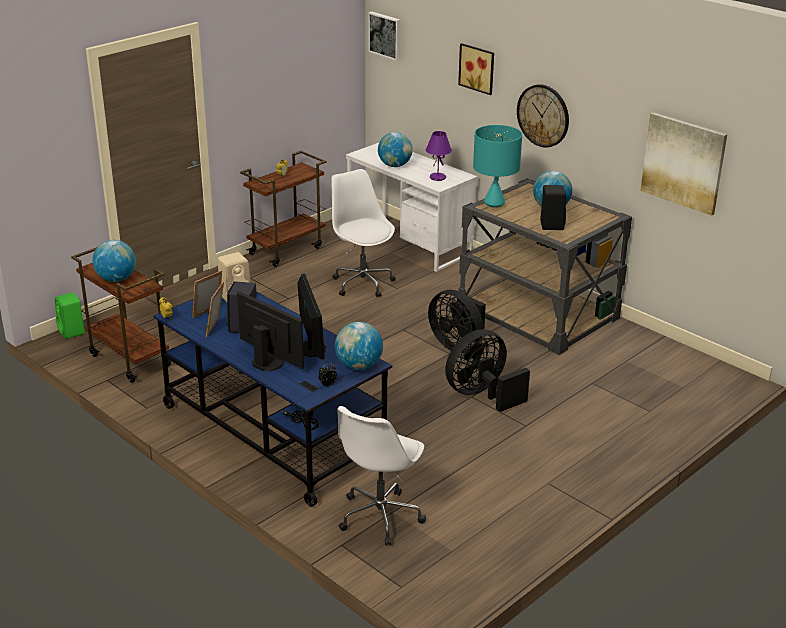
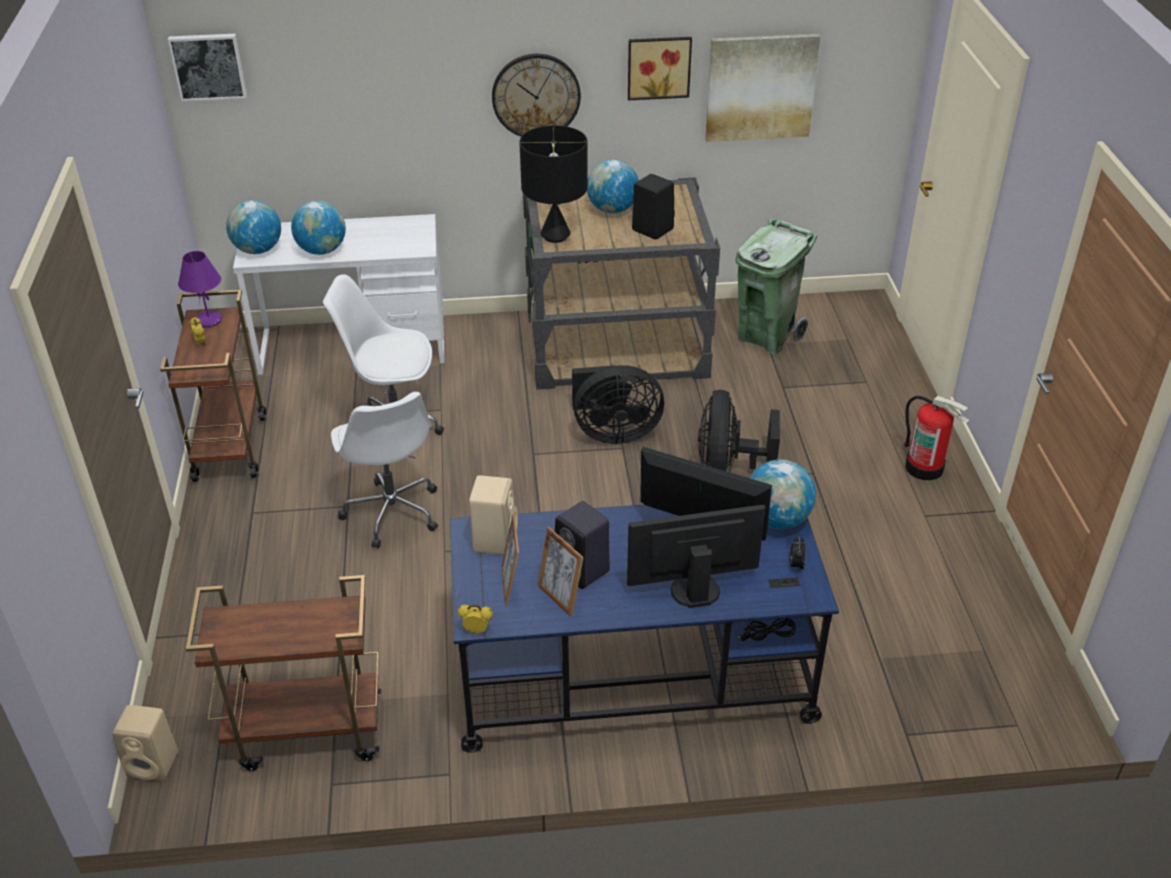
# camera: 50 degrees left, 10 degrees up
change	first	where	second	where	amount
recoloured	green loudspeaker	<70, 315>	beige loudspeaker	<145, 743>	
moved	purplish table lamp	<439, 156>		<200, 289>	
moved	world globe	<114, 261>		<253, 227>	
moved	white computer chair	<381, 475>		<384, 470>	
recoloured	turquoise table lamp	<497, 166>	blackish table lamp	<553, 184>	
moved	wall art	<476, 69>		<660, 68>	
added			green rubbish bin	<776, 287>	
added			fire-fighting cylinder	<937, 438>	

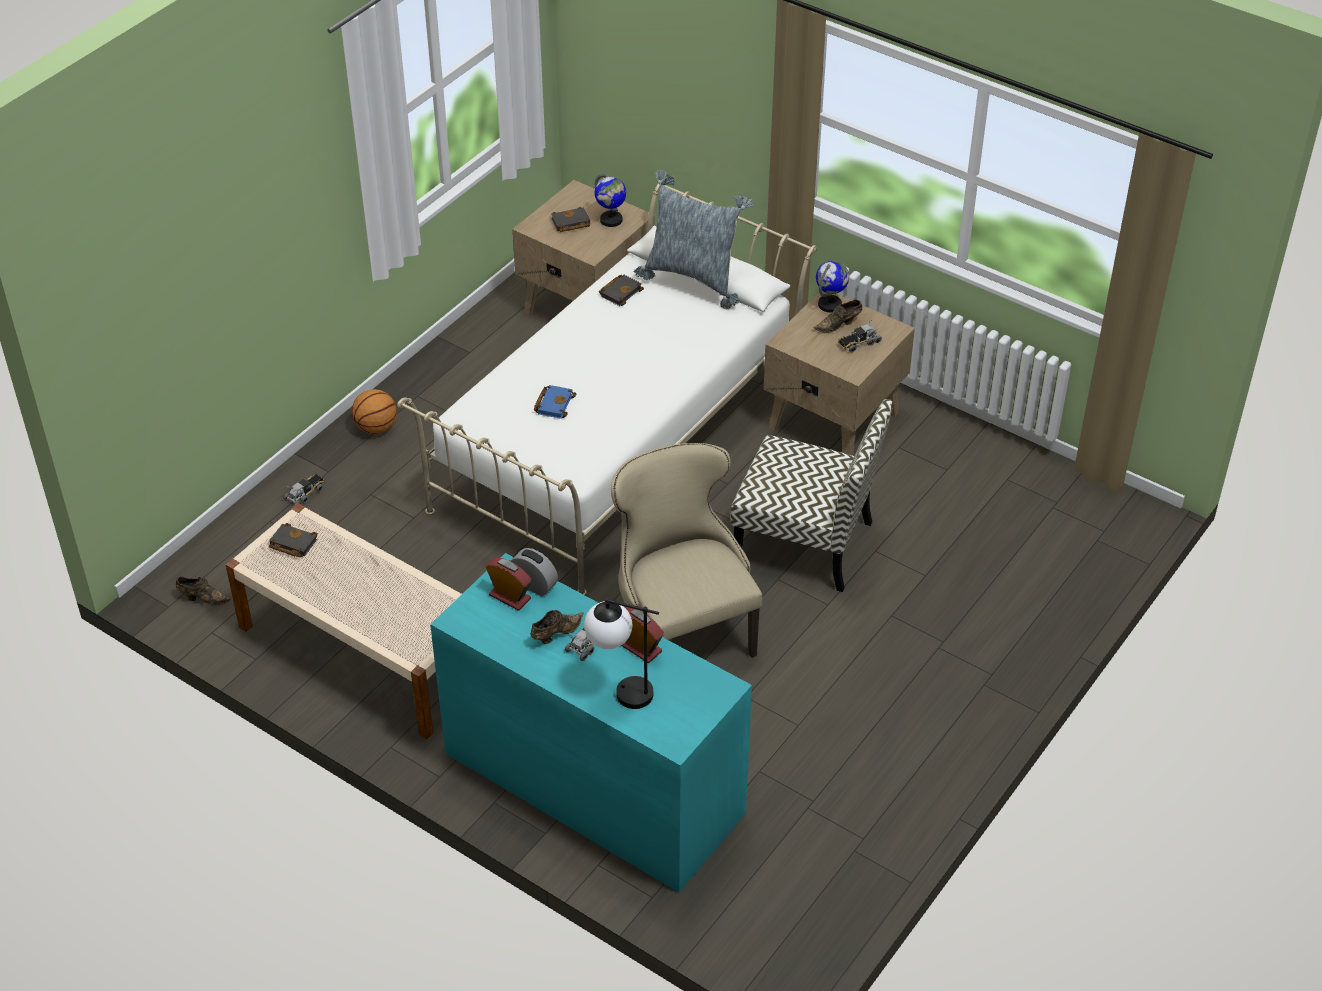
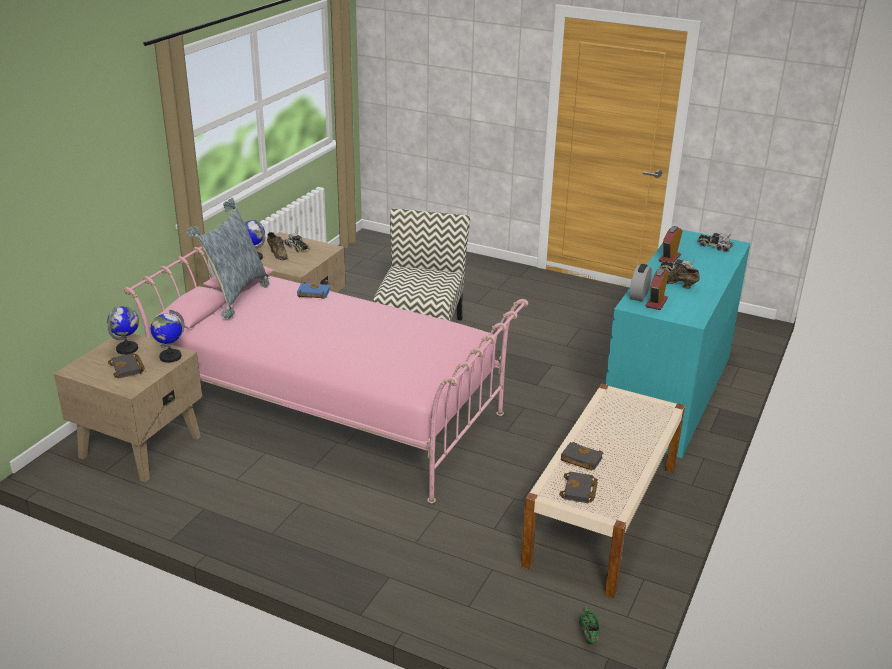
# camera: 100 degrees left, 15 degrees down
change	first	where	second	where	amount
recoloured	white bedroom bed	<607, 389>	pinkish bedroom bed	<326, 375>	
added			world globe	<167, 336>	
moved	bluish book	<555, 402>		<313, 290>	
moved	blackish book	<621, 290>		<582, 456>	
recoloured	brown low shoe	<203, 591>	green low shoe	<589, 625>	
moved	toy truck	<304, 489>		<715, 242>	
removed	ball for basketball	<374, 411>			
removed	table lamp	<621, 654>			
removed	beige chair	<686, 550>			

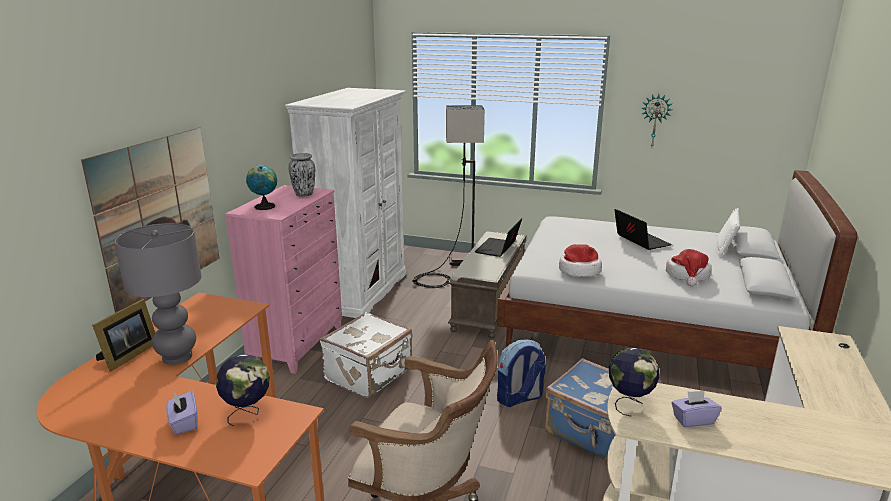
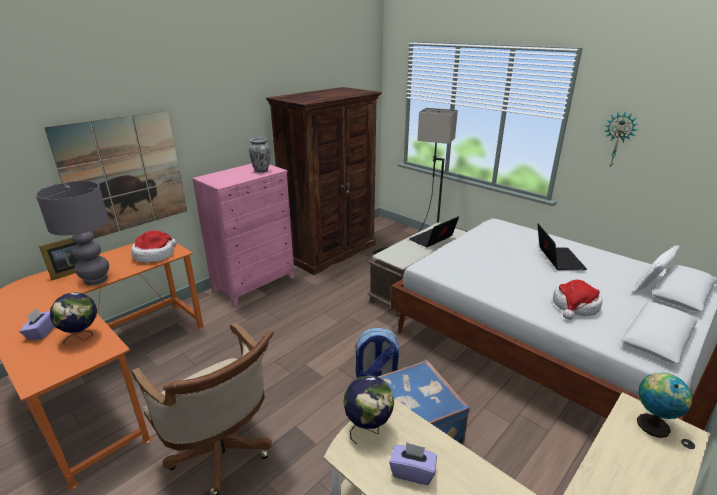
# camera: 25 degrees right, 5 degrees up
change	first	where	second	where	amount
moved	clothing hat	<580, 260>		<154, 247>	
recoloured	white wardrobe	<346, 203>	brown wardrobe	<324, 181>	
moved	world globe	<261, 187>		<664, 405>	
removed	white piece of luggage	<366, 355>			

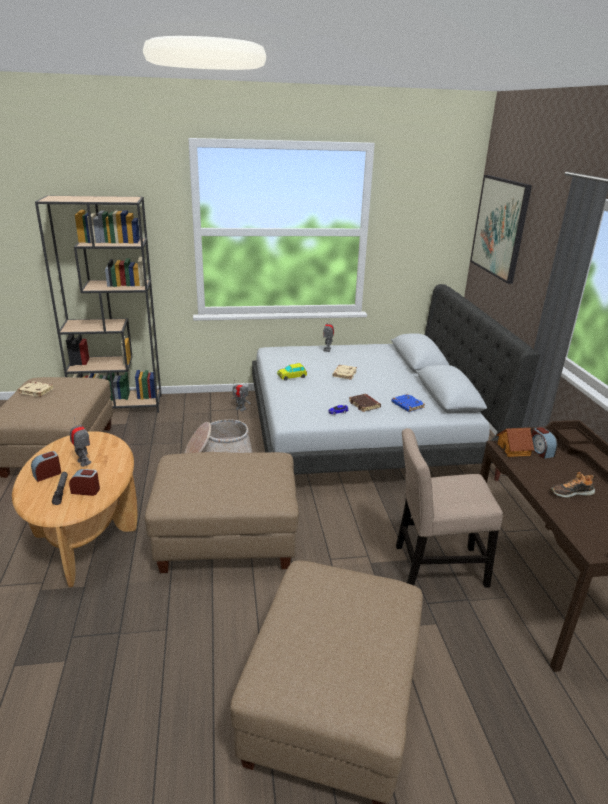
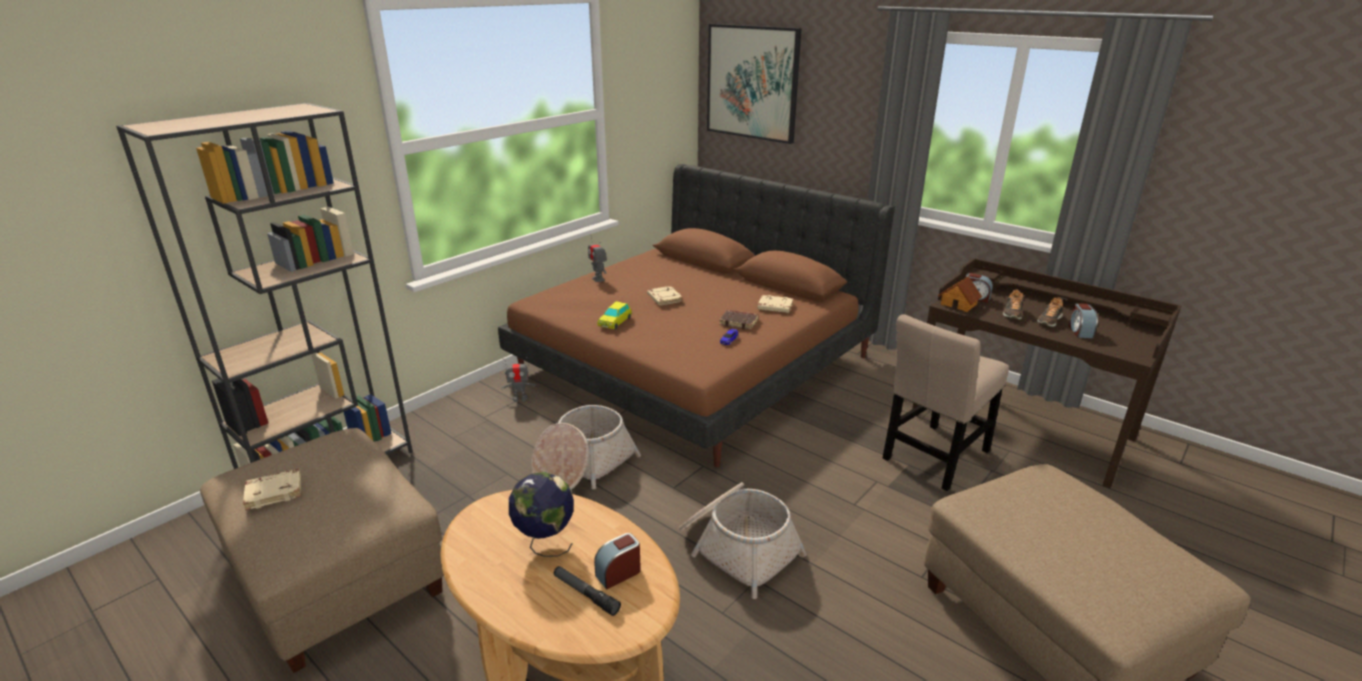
# camera: 40 degrees left, 0 degrees up
change	first	where	second	where	amount
recoloured	gray bedroom bed	<396, 382>	brown bedroom bed	<696, 315>	
replaced	toy robot	<80, 442>	world globe	<541, 514>	
replaced	beige pouffe	<222, 512>	basket	<743, 540>	
recoloured	bluish book	<408, 403>	beige book	<775, 304>	
added			low shoe	<1013, 305>	
moved	alarm clock	<46, 466>		<1083, 320>	

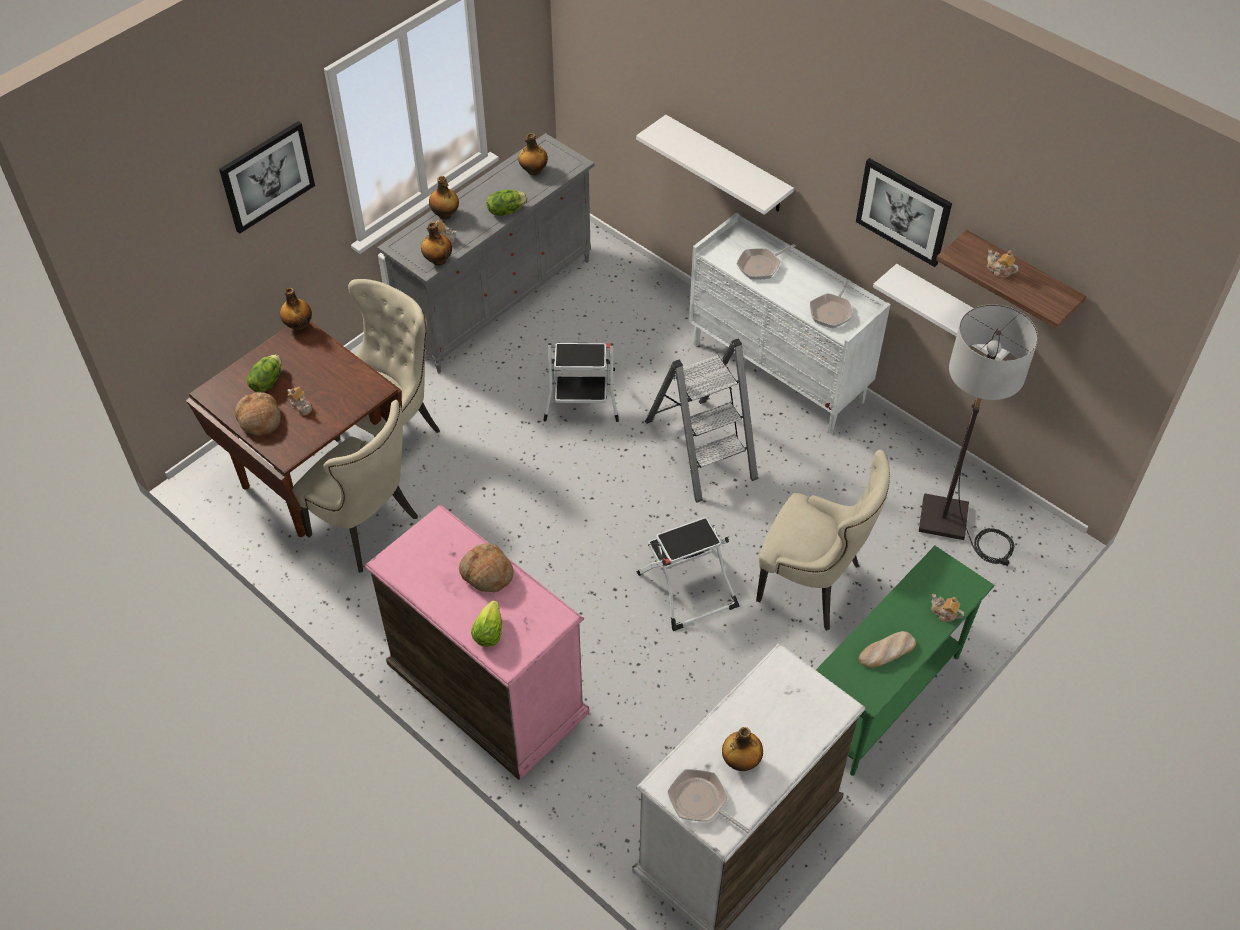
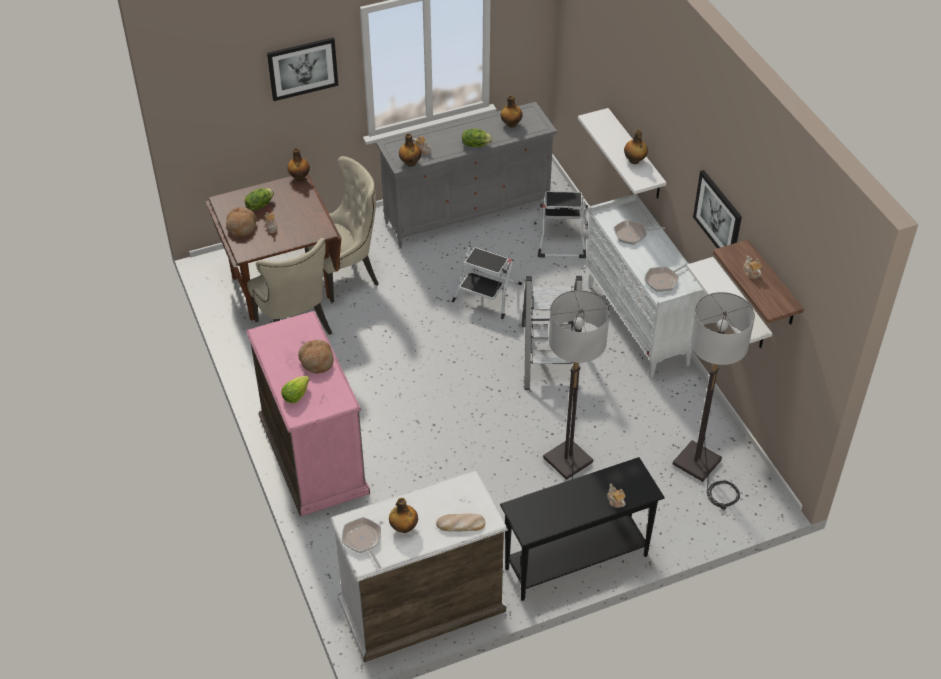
# camera: 25 degrees right, 5 degrees down
change	first	where	second	where	amount
moved	bread	<887, 649>		<460, 522>	
recoloured	green console table	<905, 661>	blackish console table	<582, 529>	
moved	step ladder	<687, 574>		<561, 224>	
replaced	beige chair	<823, 540>	standard lamp	<576, 385>	
moved	drink bottle	<444, 197>		<636, 147>	

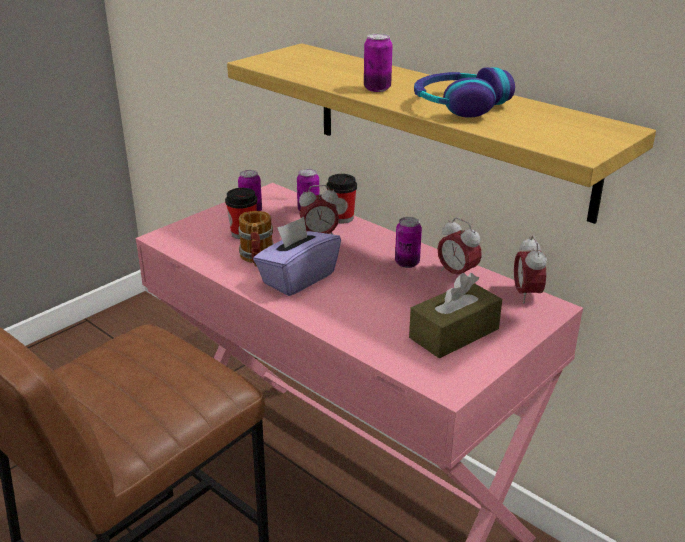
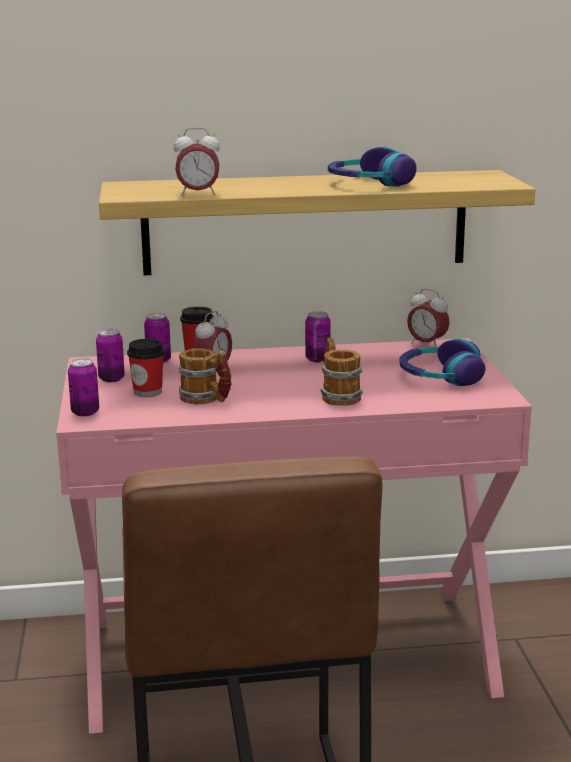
# camera: 50 degrees left, 10 degrees down
change	first	where	second	where	amount
moved	metal can	<378, 62>		<83, 387>	
moved	alarm clock	<459, 246>		<197, 162>	
added			tea mug	<341, 372>	
replaced	brown tissue box	<455, 315>	headset	<442, 362>	
removed	purplish tissue box	<297, 256>			

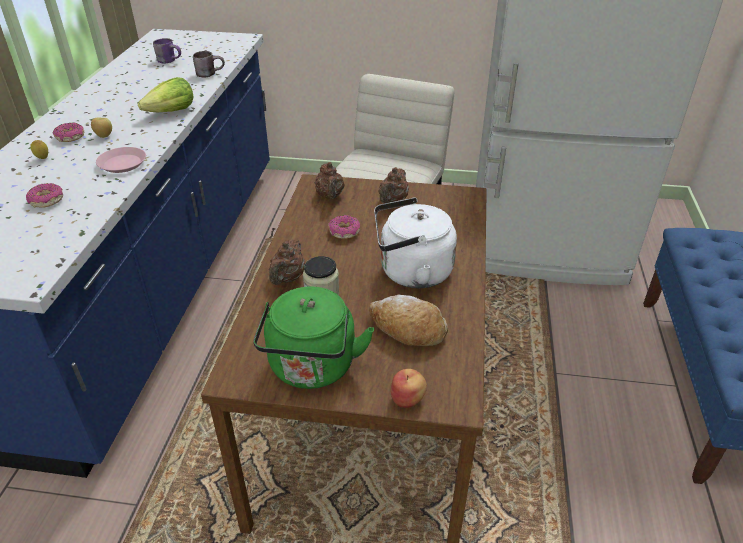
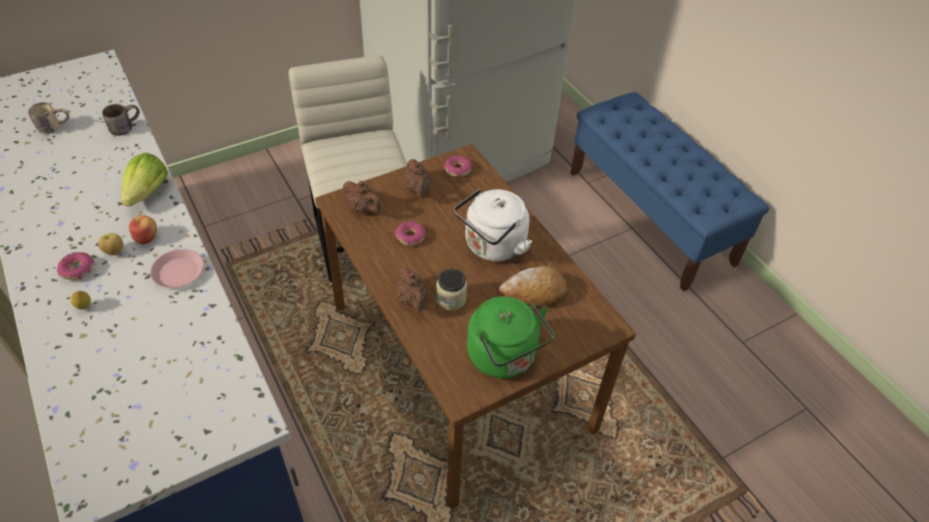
# camera: 40 degrees left, 10 degrees up
change	first	where	second	where	amount
recoloured	purplish tea mug	<167, 51>	beige tea mug	<49, 118>	
moved	apple fruit	<409, 388>		<143, 229>	
moved	doughnut	<44, 195>		<457, 166>	

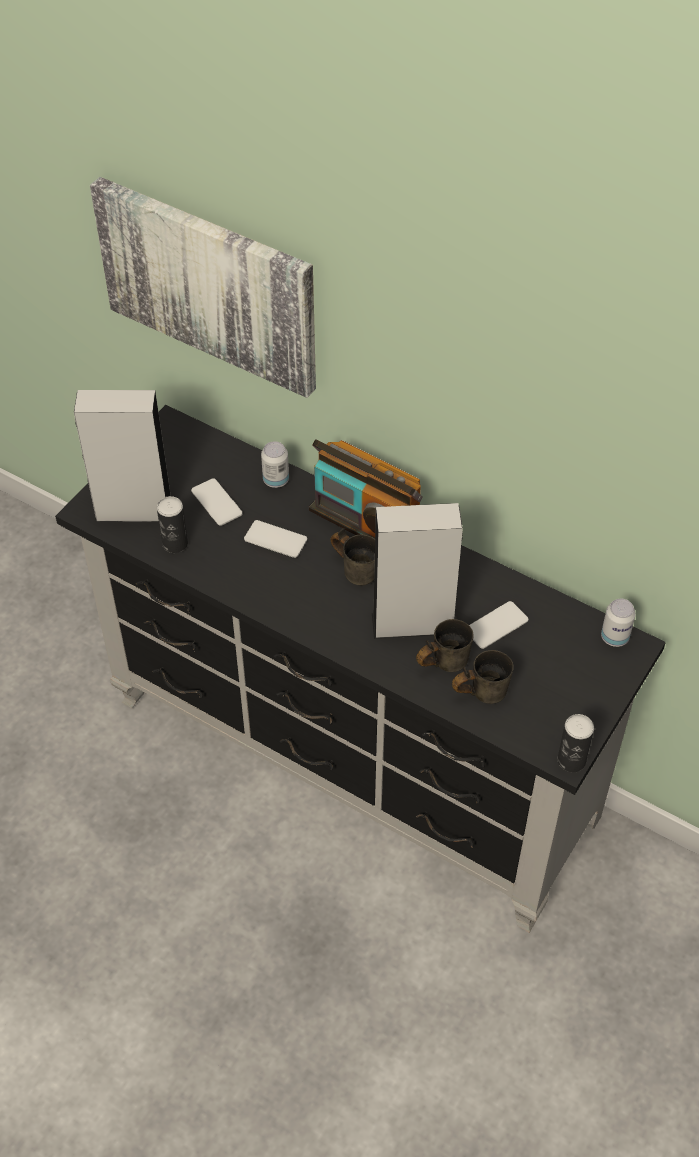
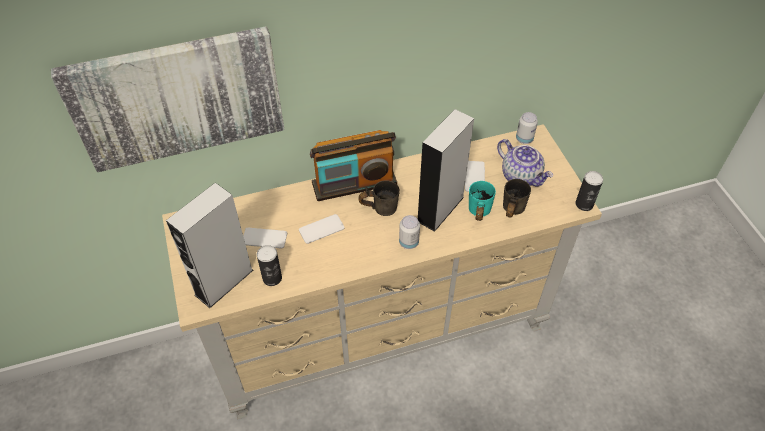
# camera: 50 degrees left, 0 degrees up
change	first	where	second	where	amount
recoloured	blackish chest of drawers	<360, 669>	beige chest of drawers	<382, 271>	
moved	metal can	<275, 464>		<409, 232>	
recoloured	gray tea mug	<445, 645>	turquoise tea mug	<482, 201>	
added			pot for tea	<525, 162>	

